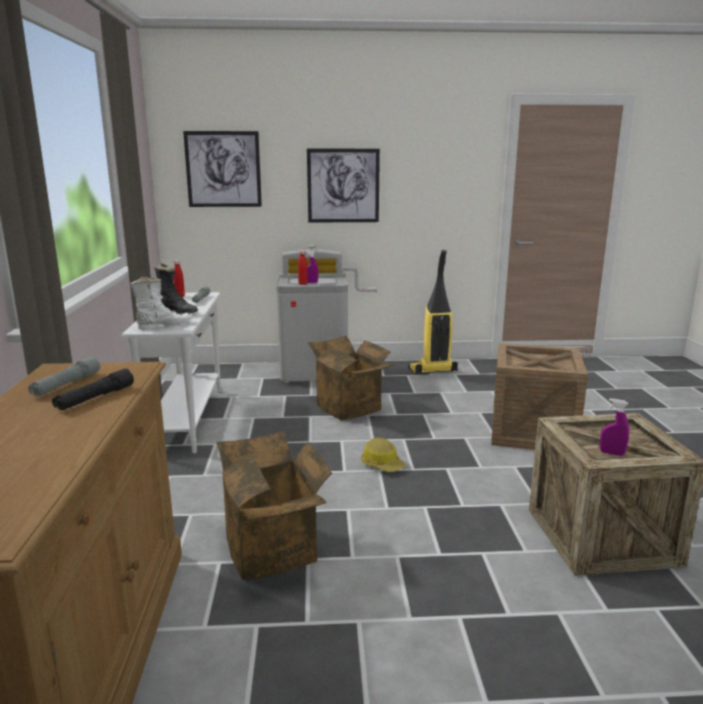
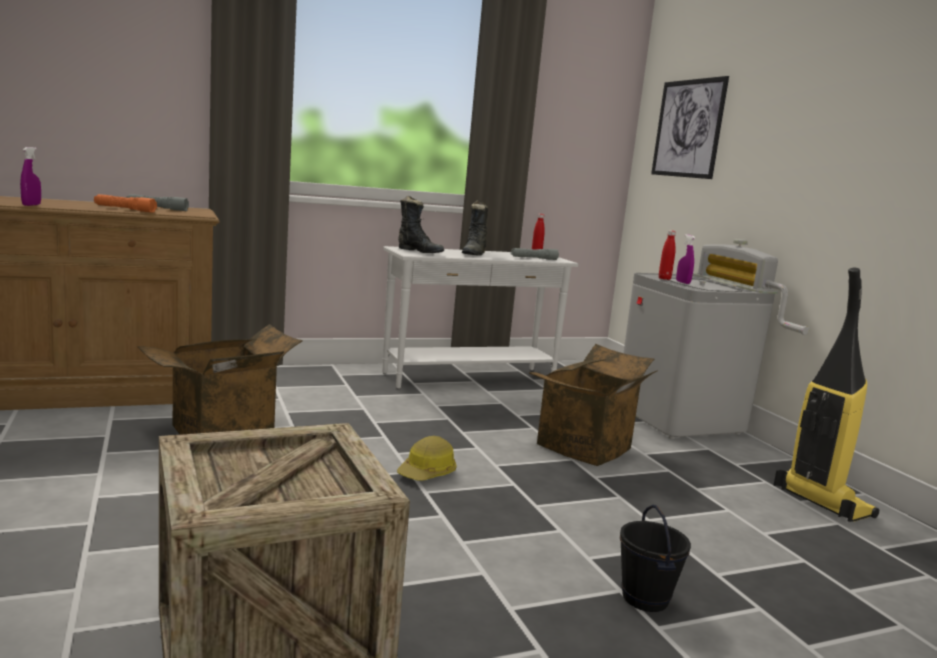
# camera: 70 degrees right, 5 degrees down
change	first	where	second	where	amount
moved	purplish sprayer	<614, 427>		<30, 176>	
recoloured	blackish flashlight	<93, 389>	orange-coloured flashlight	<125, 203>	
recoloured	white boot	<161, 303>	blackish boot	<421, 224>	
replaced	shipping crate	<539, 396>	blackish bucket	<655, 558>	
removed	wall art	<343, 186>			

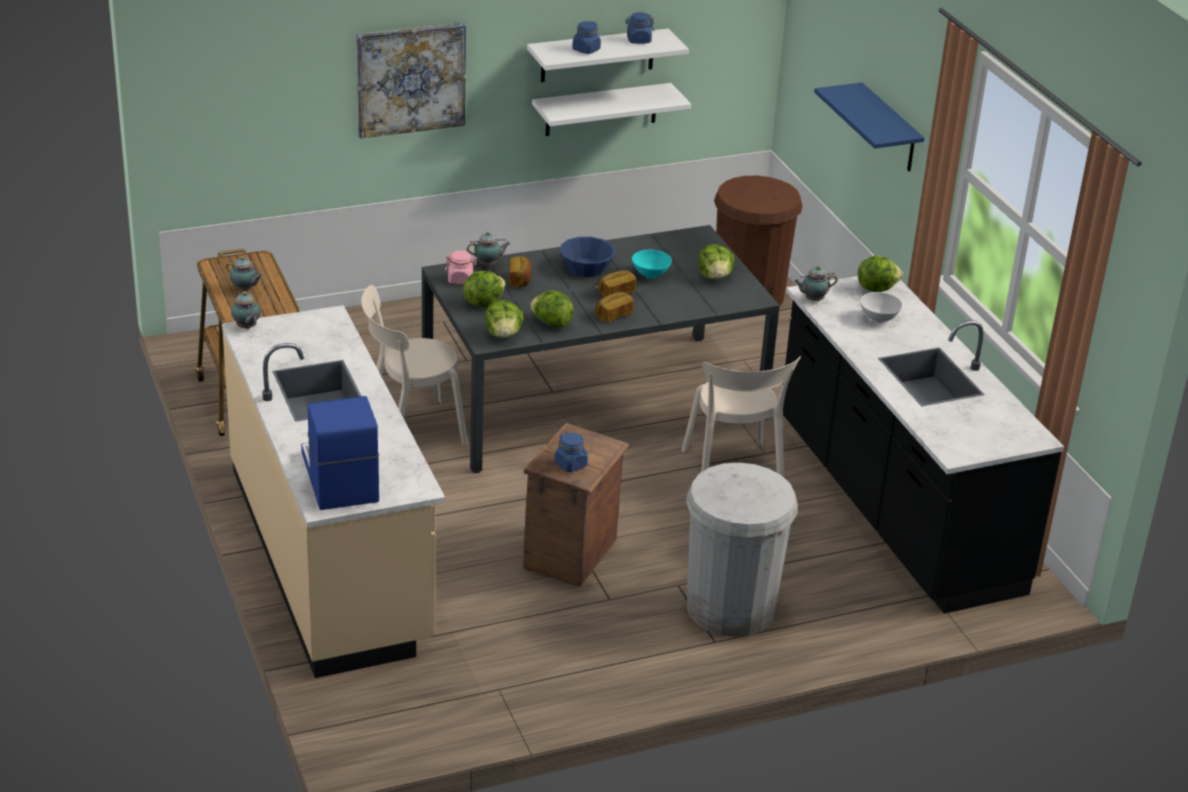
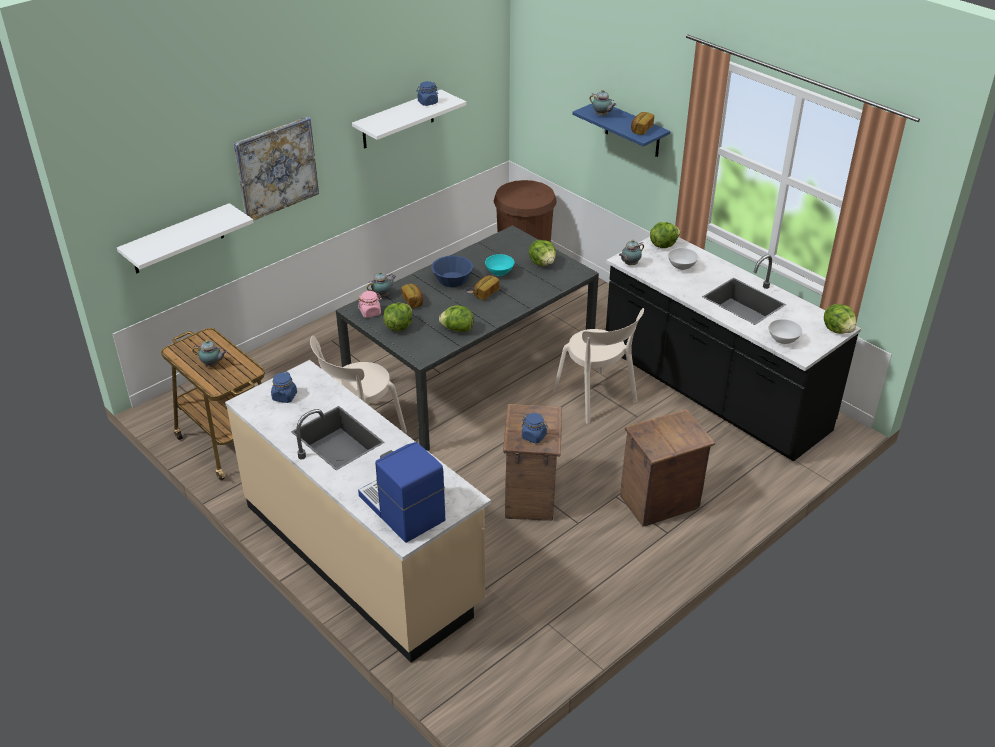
# camera: 20 degrees left, 5 degrees up
change	first	where	second	where	amount
moved	white wall shelf	<611, 109>		<185, 238>	
moved	bluish storage jar	<586, 37>		<284, 387>	
moved	pot for tea	<246, 310>		<603, 103>	
replaced	white rubbish bin	<742, 549>	shipping crate	<667, 468>	
moved	bread	<614, 307>		<642, 123>	
added			white serving bowl	<786, 331>	
moved	lettuce head	<504, 319>		<840, 319>	

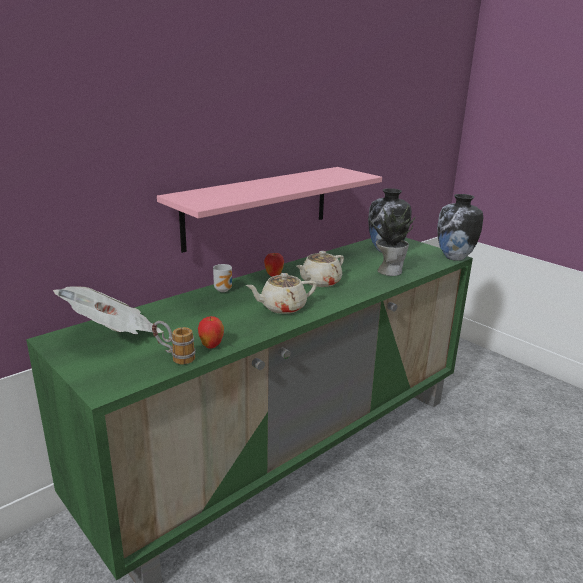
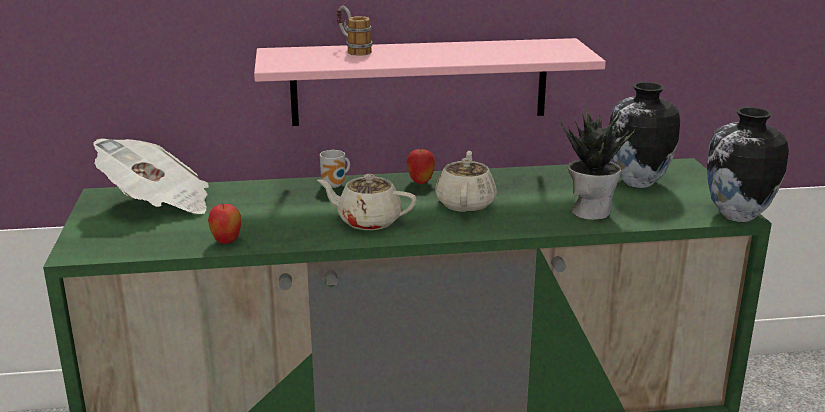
# camera: 35 degrees right, 0 degrees up
change	first	where	second	where	amount
moved	tea mug	<174, 343>		<354, 31>	
turned	beige pot for tea	<320, 269>		<466, 181>	105 degrees clockwise

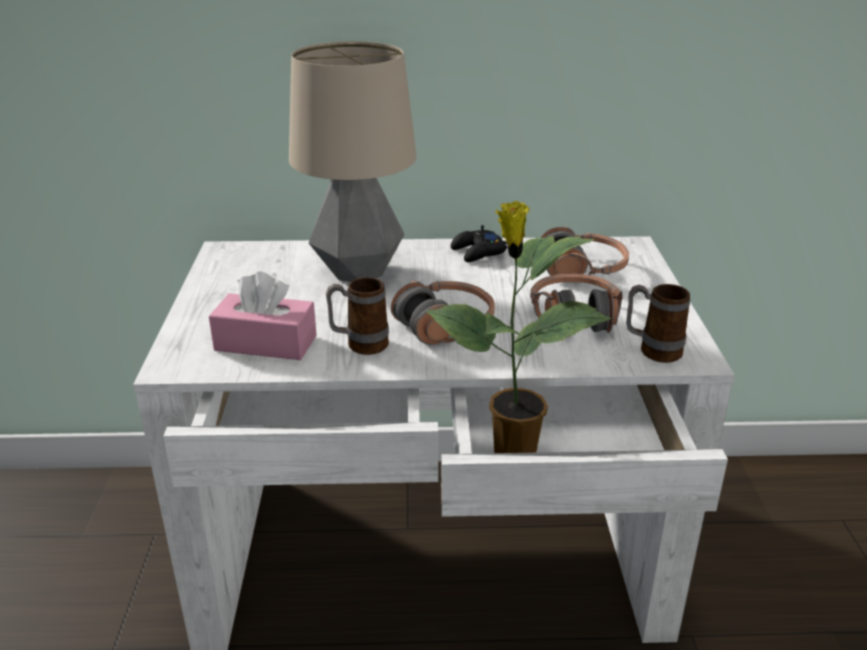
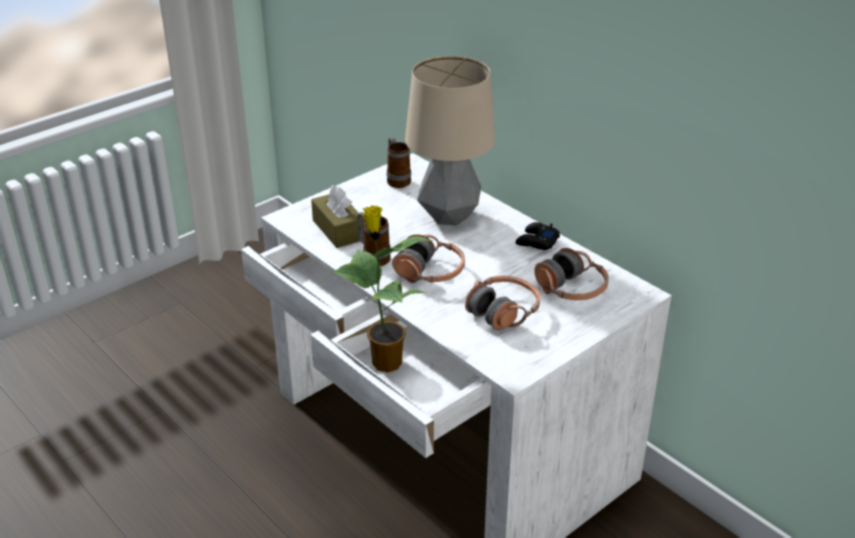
# camera: 50 degrees right, 5 degrees up
change	first	where	second	where	amount
recoloured	pinkish tissue box	<263, 315>	brown tissue box	<337, 216>	
moved	tea mug	<658, 323>		<399, 162>	

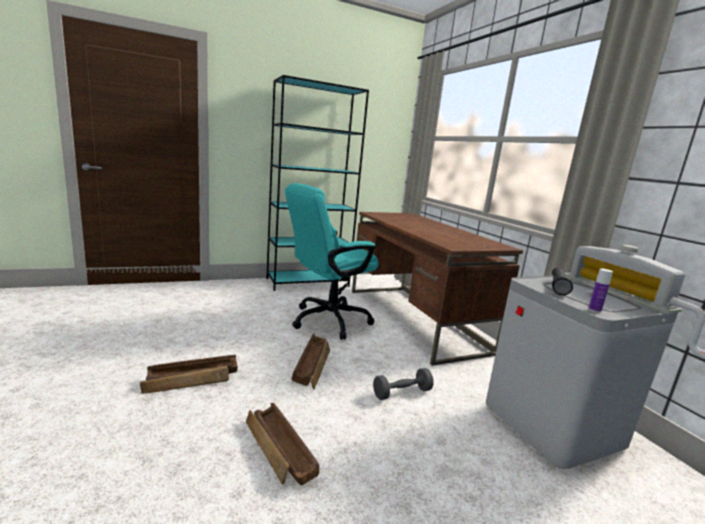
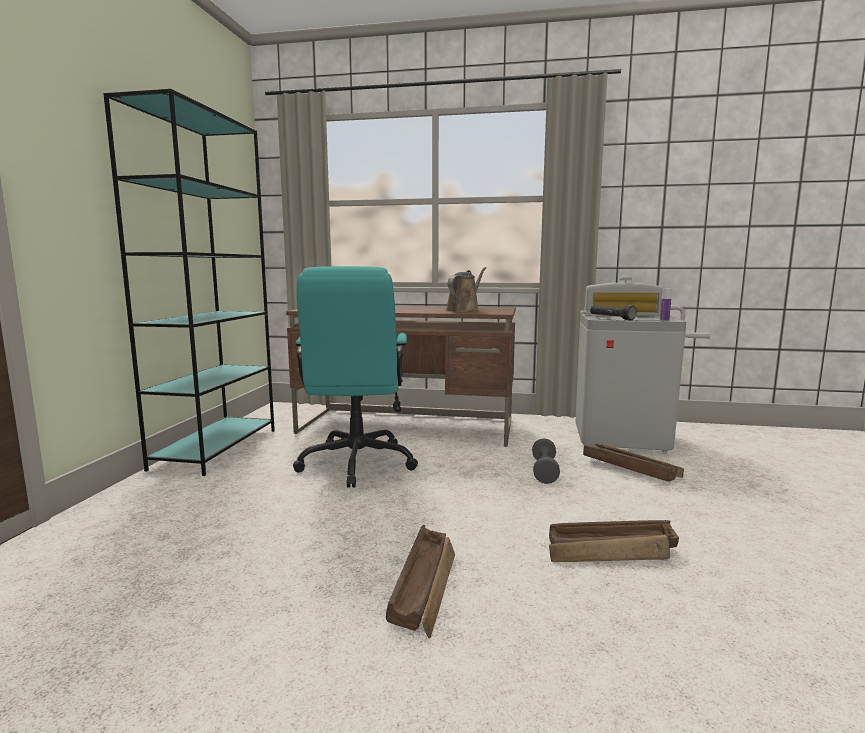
# camera: 55 degrees left, 5 degrees down
change	first	where	second	where	amount
added			brown sprinkling can	<465, 290>	
moved	shipping crate	<311, 361>		<633, 463>	

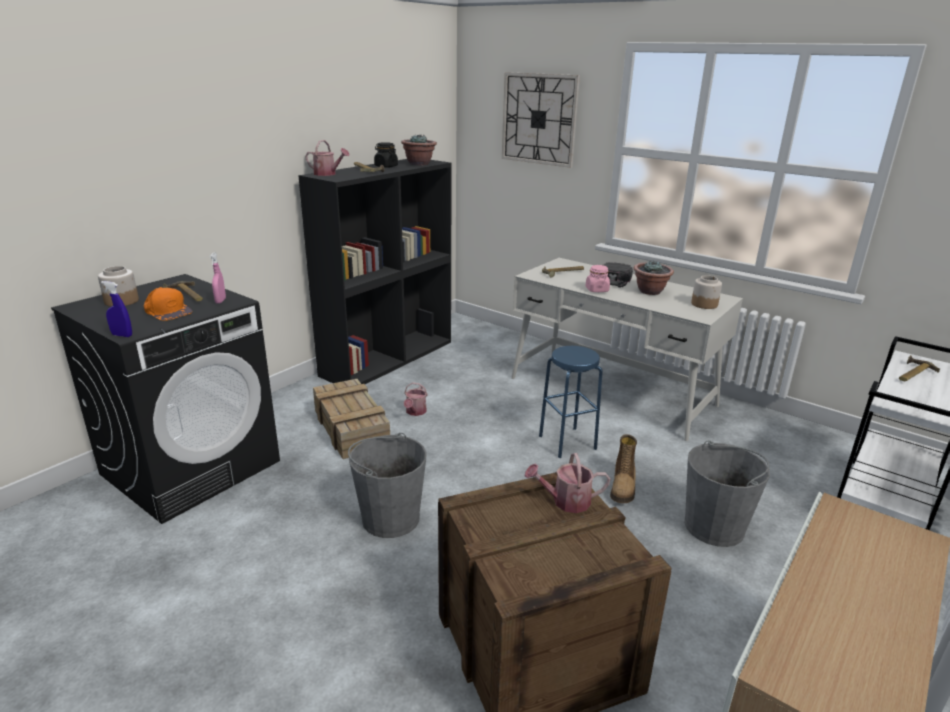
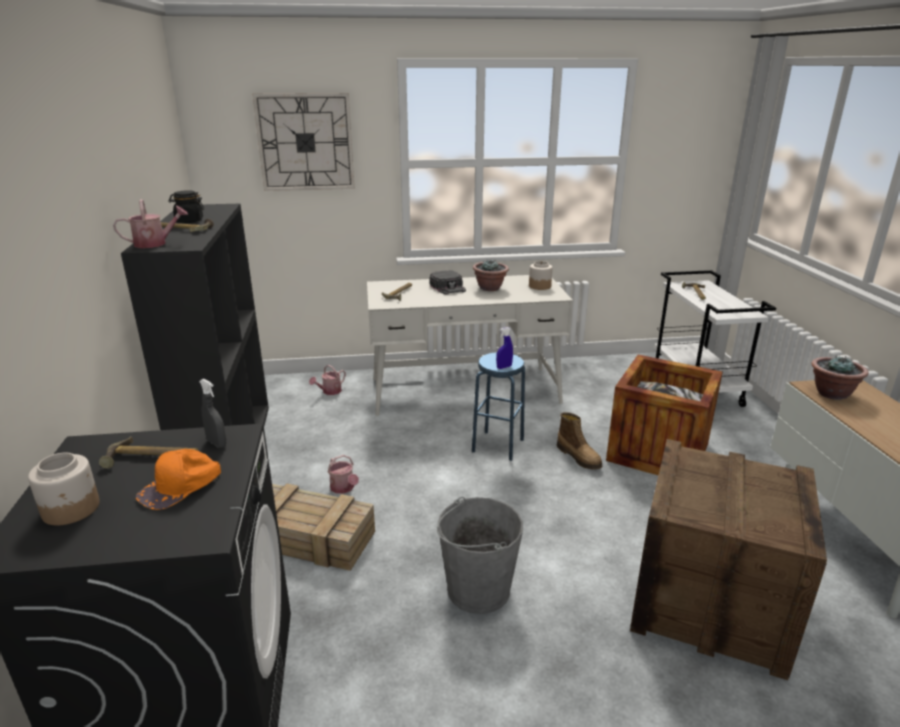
# camera: 45 degrees left, 0 degrees up
change	first	where	second	where	amount
turned	orange-coloured peaked cap	<168, 304>		<178, 479>	135 degrees clockwise
recoloured	pinkish sprayer	<218, 278>	gray sprayer	<212, 413>	
moved	sprinkling can	<567, 483>		<327, 380>	
moved	bluish sprayer	<116, 309>		<504, 348>	
replaced	gray bucket	<727, 493>	shipping crate	<664, 415>	
moved	plant in a pot	<419, 150>		<840, 377>	
removed	pinkish storage jar	<598, 278>			

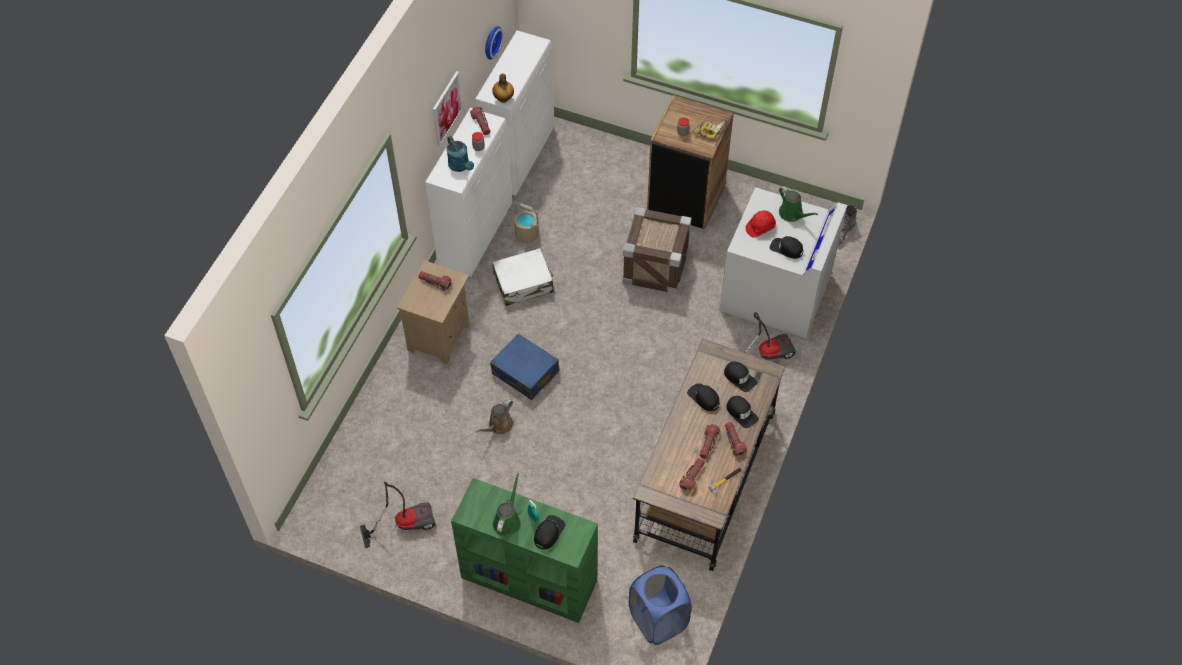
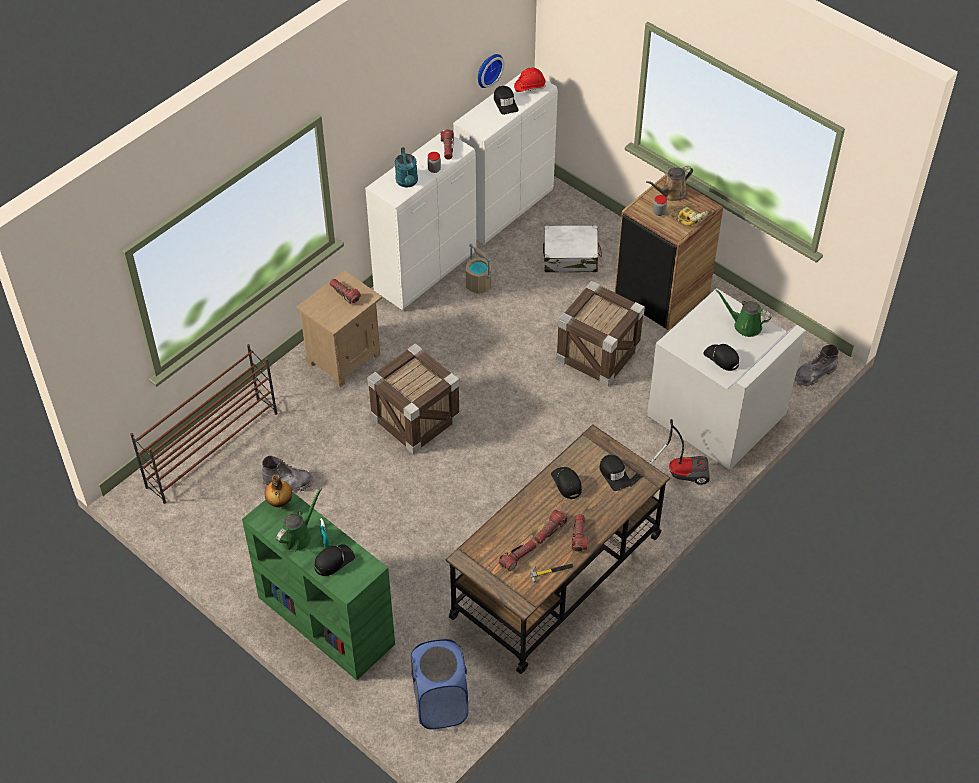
# camera: 20 degrees right, 5 degrees down
change	first	where	second	where	amount
added			brown shoe stand	<203, 424>	
added			gray boot	<287, 474>	
moved	drink bottle	<503, 88>		<278, 491>	
replaced	bluish piece of luggage	<525, 367>	shipping crate	<413, 398>	
moved	blackish peaked cap	<742, 412>		<506, 100>	
moved	red-coloured safety helmet	<760, 224>		<529, 80>	
moved	white piece of luggage	<523, 277>		<572, 248>	
moved	brown sprinkling can	<494, 416>		<669, 183>	
turned	green sprinkling can	<799, 204>		<743, 313>	135 degrees clockwise
removed	hoover	<398, 515>			
removed	wall art	<448, 108>			

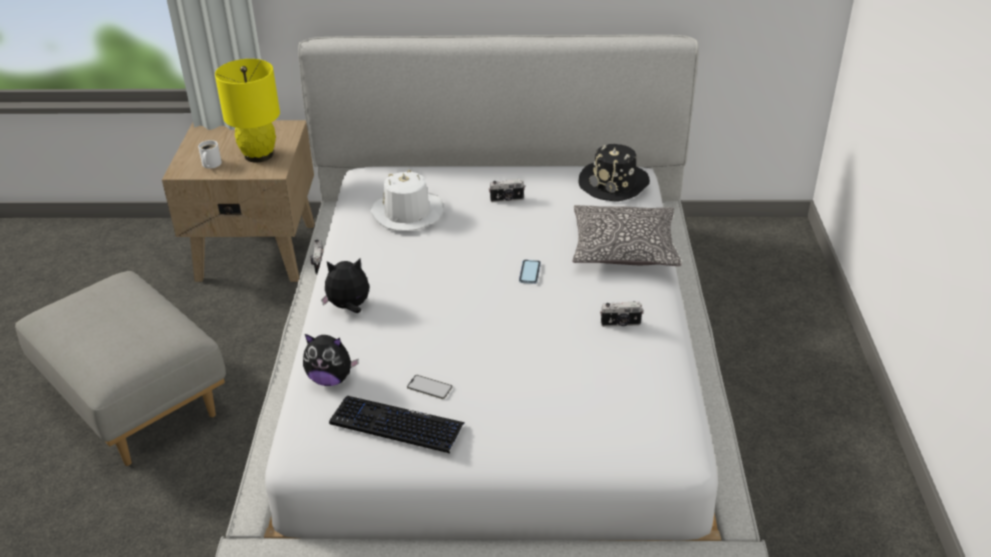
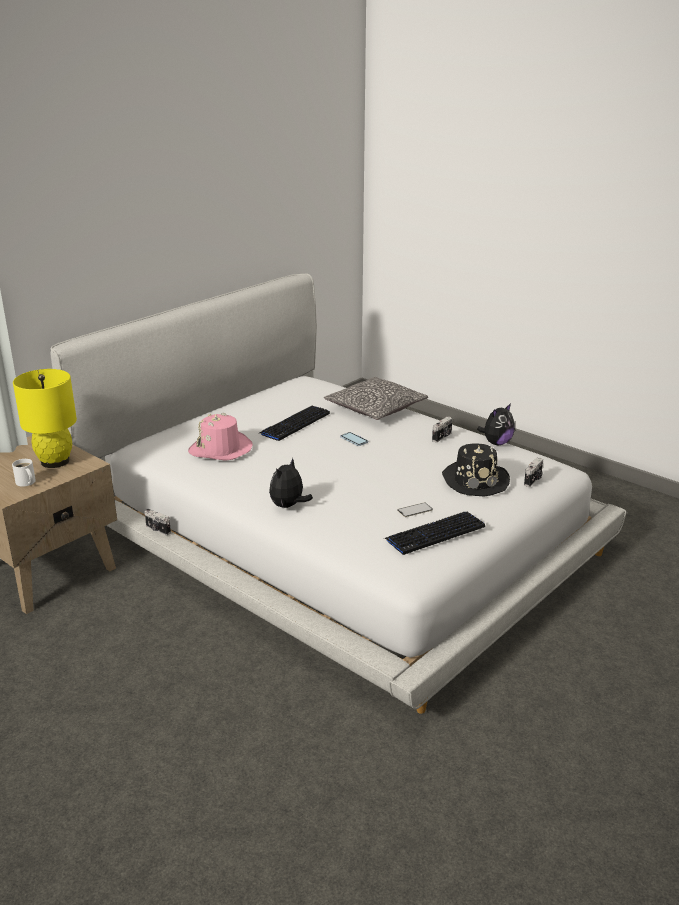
# camera: 50 degrees left, 10 degrees down
change	first	where	second	where	amount
recoloured	white clothing hat	<407, 200>	pinkish clothing hat	<220, 436>	
added			PC keyboard	<294, 423>	
moved	blackish clothing hat	<614, 173>		<476, 470>	
moved	plush toy	<331, 360>		<496, 424>	
moved	still camera	<507, 190>		<533, 472>	
removed	gray pouffe	<120, 368>			

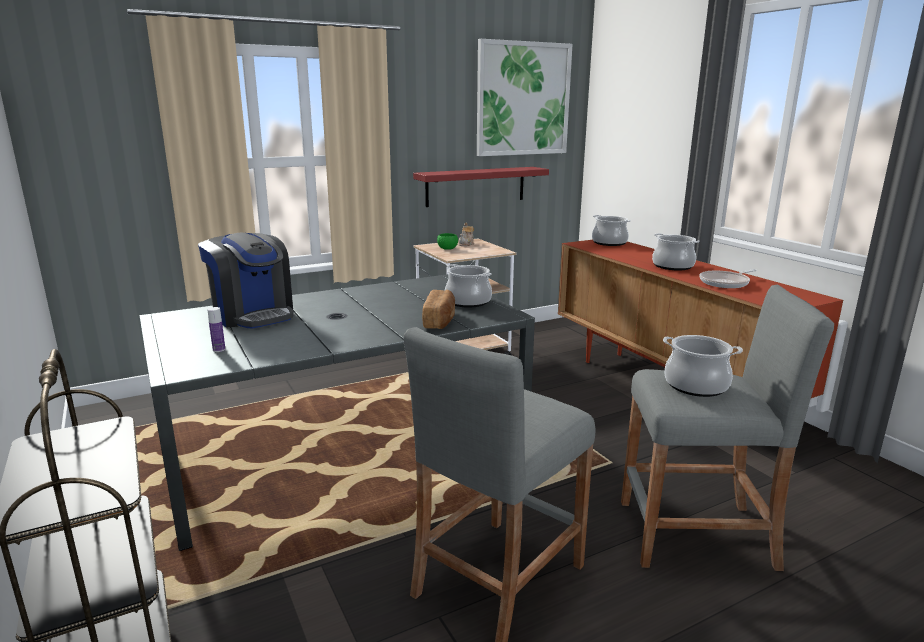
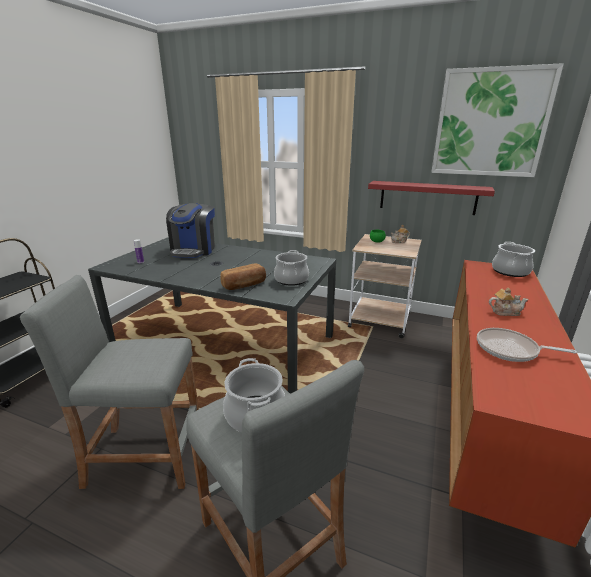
# camera: 50 degrees right, 5 degrees up
change	first	where	second	where	amount
replaced	saucepot	<676, 252>	pot for tea	<508, 302>	

